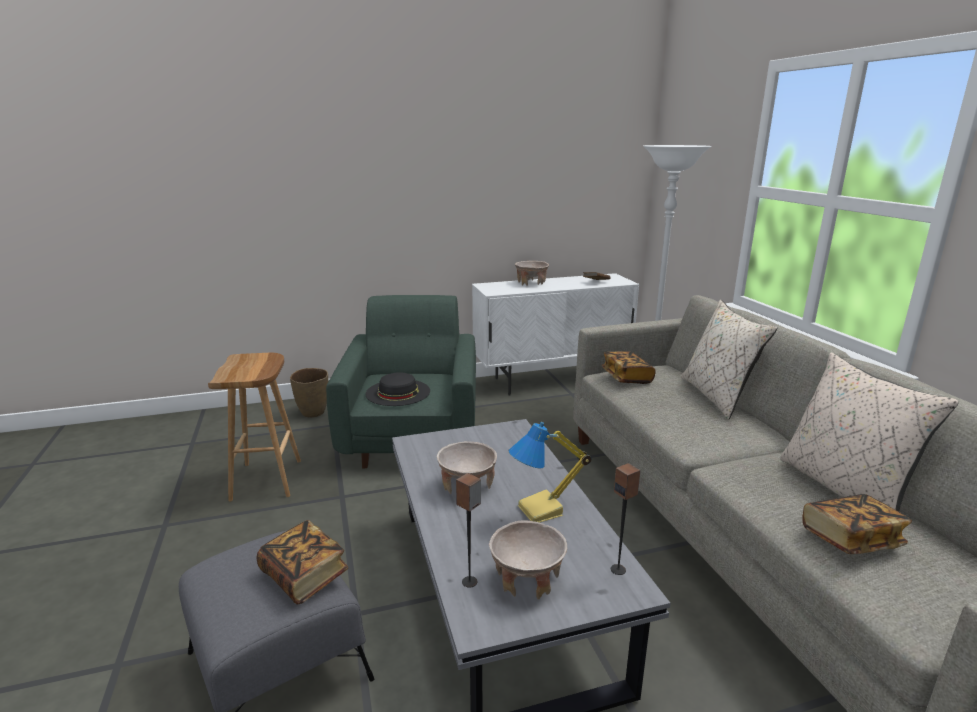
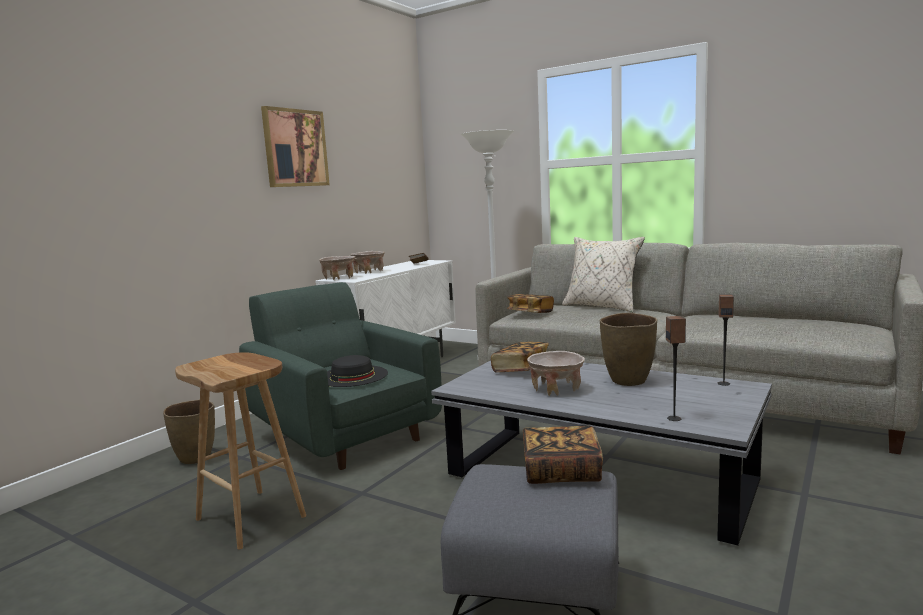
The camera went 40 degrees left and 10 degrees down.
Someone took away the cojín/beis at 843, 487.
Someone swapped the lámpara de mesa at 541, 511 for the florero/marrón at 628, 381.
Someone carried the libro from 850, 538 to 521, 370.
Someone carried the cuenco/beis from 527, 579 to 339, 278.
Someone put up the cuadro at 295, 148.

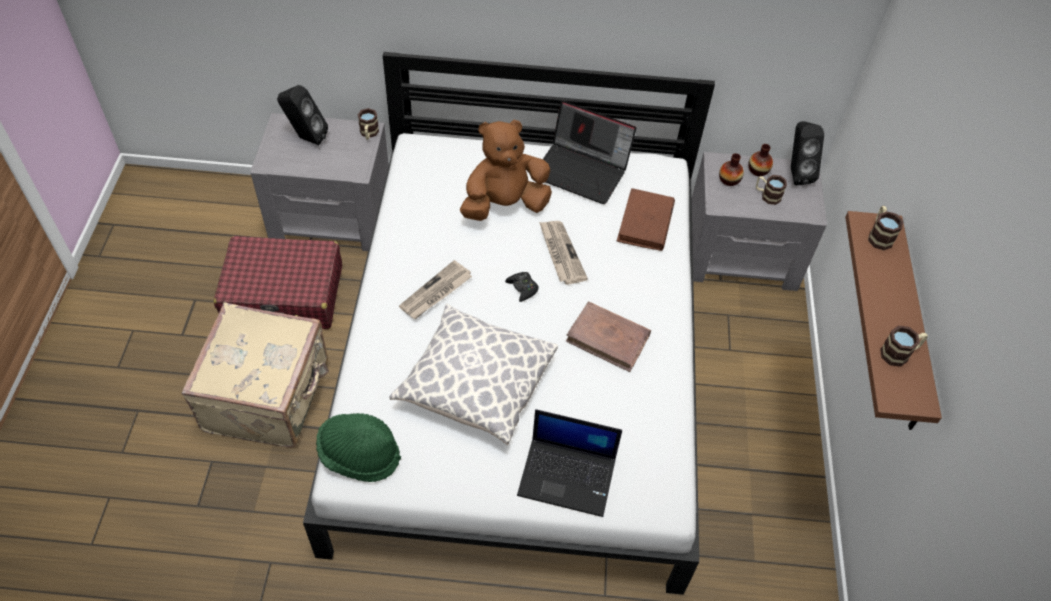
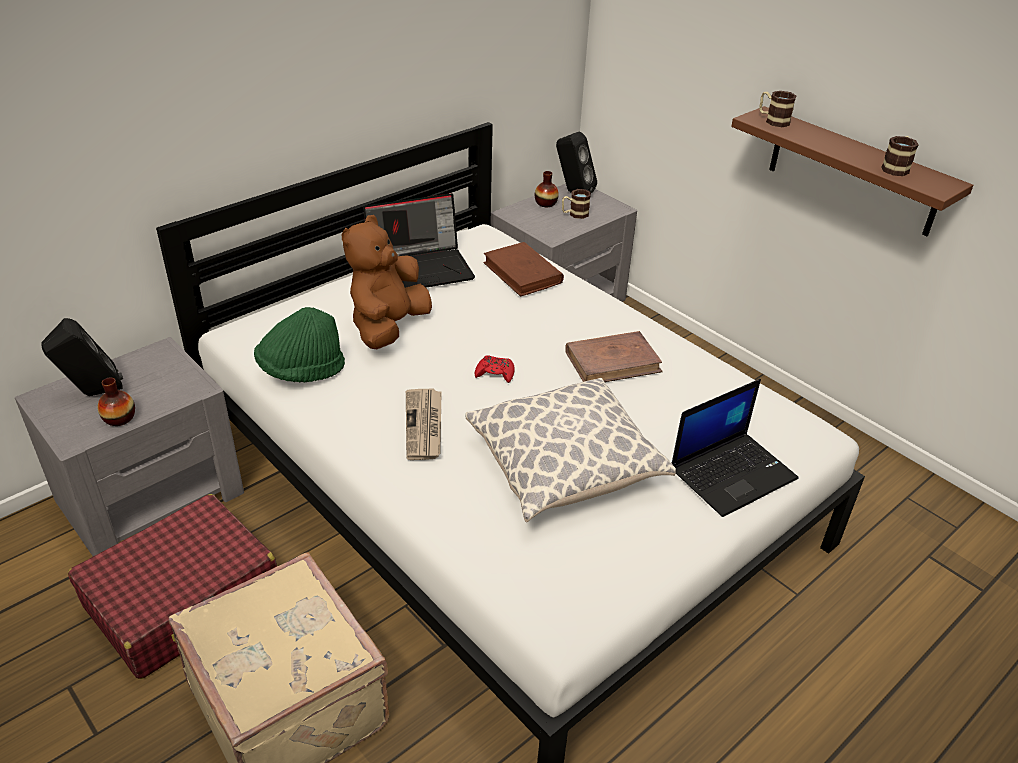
The camera went 45 degrees left and 15 degrees down.
Someone took away the taza grande at 369, 134.
Someone carried the florero from 729, 180 to 119, 418.
Someone took away the periódico at 561, 253.
Someone repainted the mando de consola/negro at 522, 288, which became the mando de consola/rojo at 495, 373.
Someone carried the sombrero/verde from 359, 455 to 301, 371.

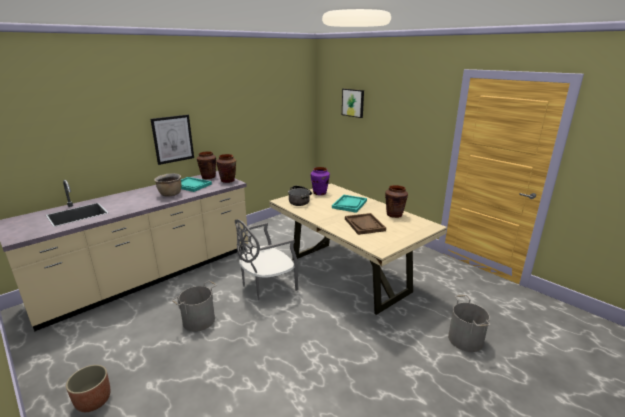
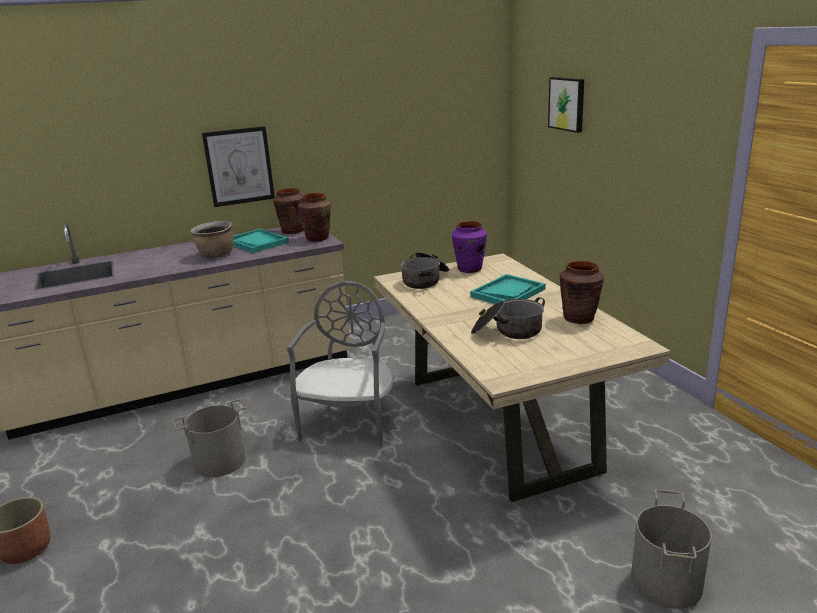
The camera went 20 degrees right and 0 degrees up.
Someone swapped the bandeja/marrón at 364, 225 for the olla at 507, 331.
Someone rotated the silla/gris at 266, 286 by 120 degrees clockwise.

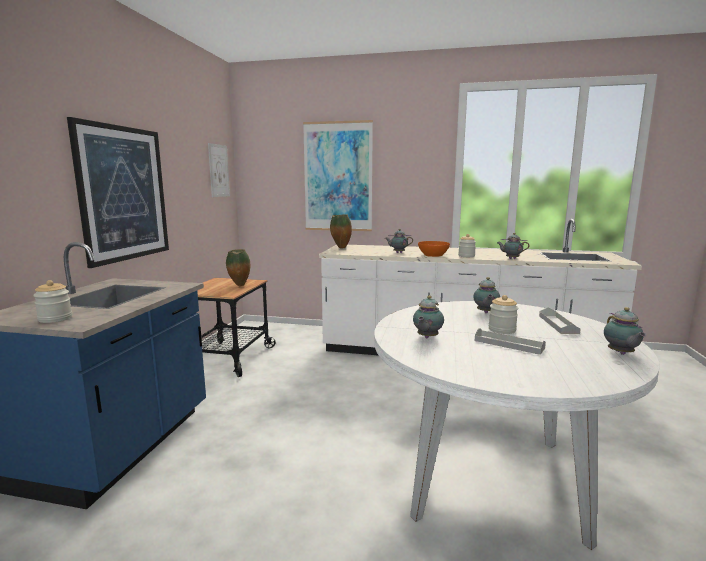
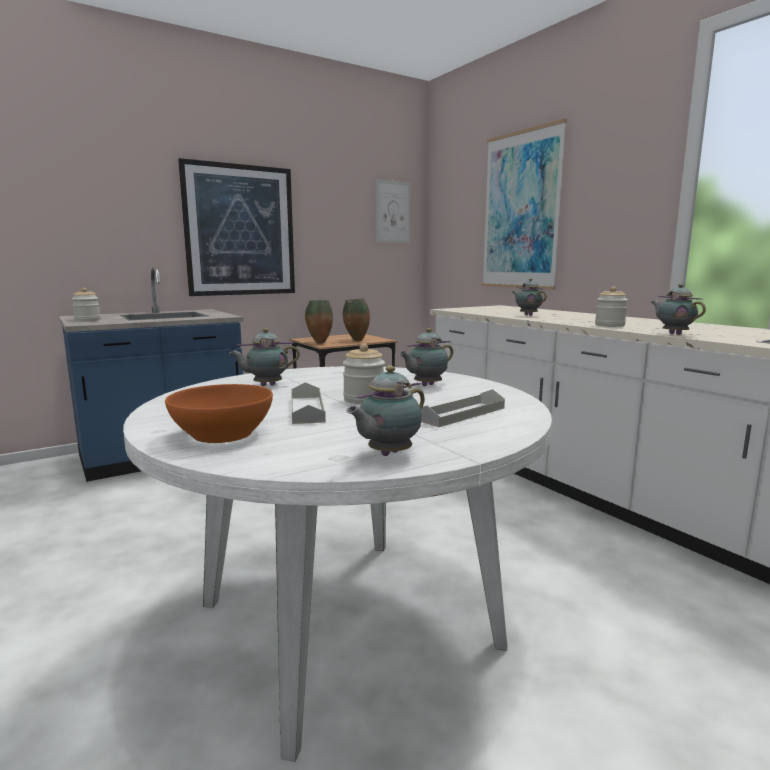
The camera went 45 degrees right and 0 degrees up.
Someone carried the florero from 340, 248 to 319, 343.
Someone carried the cuenco/naranja from 433, 255 to 222, 434.

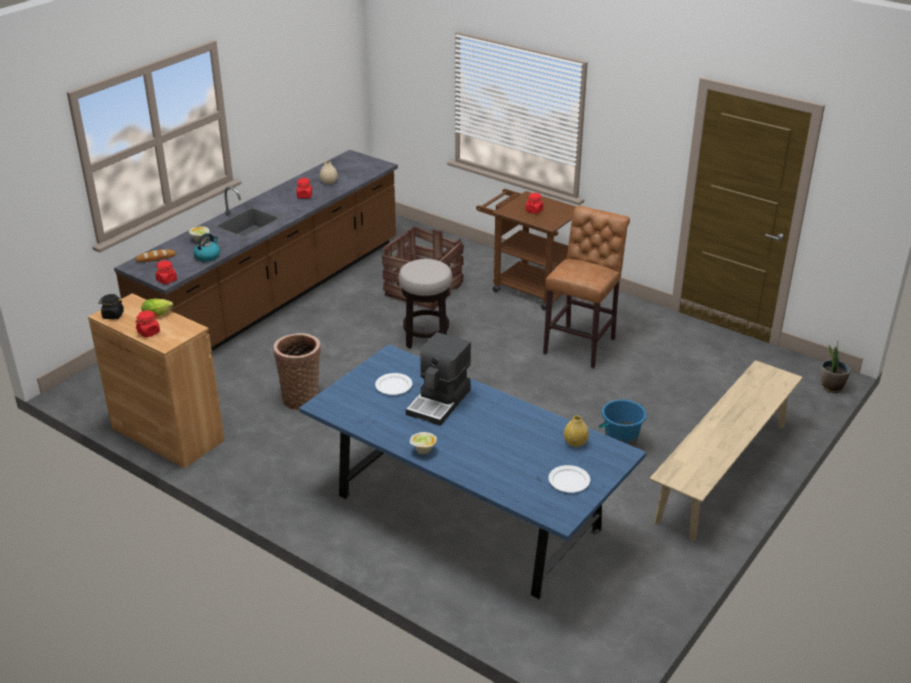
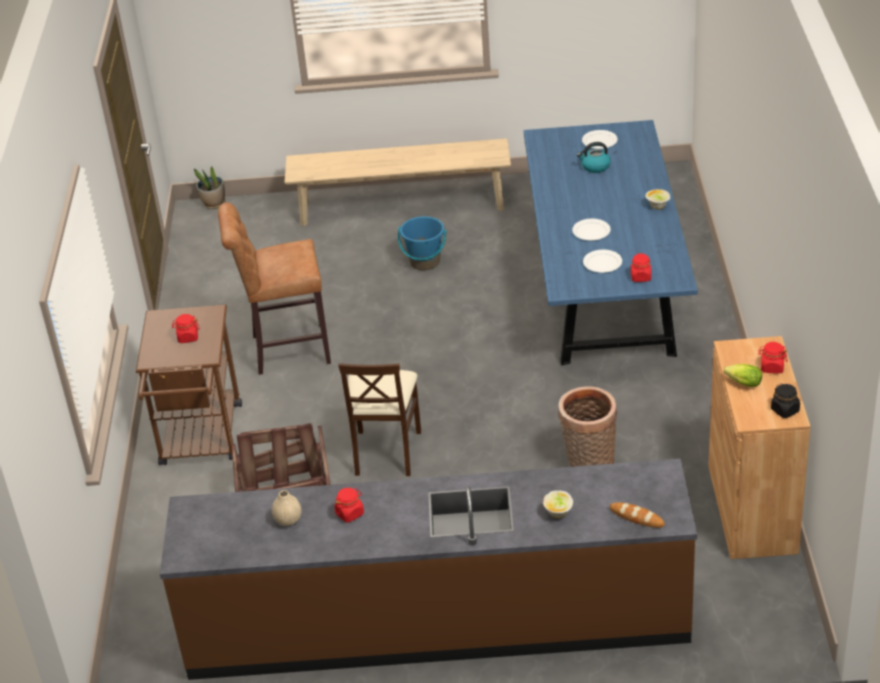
The camera went 125 degrees left and 5 degrees up.
Someone carried the hervidor from 207, 256 to 595, 167.
Someone swapped the taburete at 426, 337 for the silla/beis at 386, 452.
Someone carried the tarro/rojo from 166, 280 to 641, 277.
Someone swapped the cafetera at 440, 402 for the plato/blanco at 591, 231.
Someone took away the florero/amarillo at 575, 442.

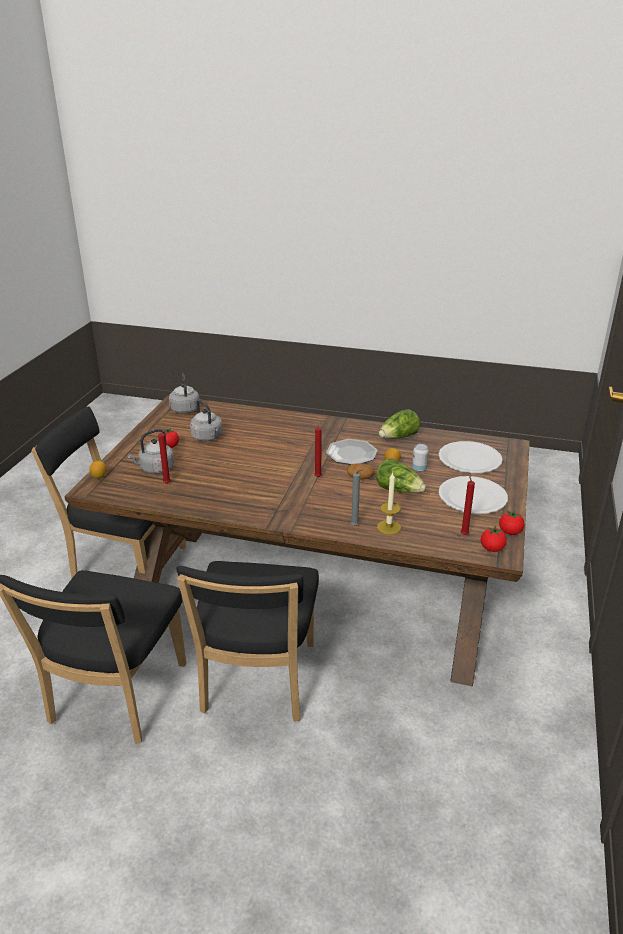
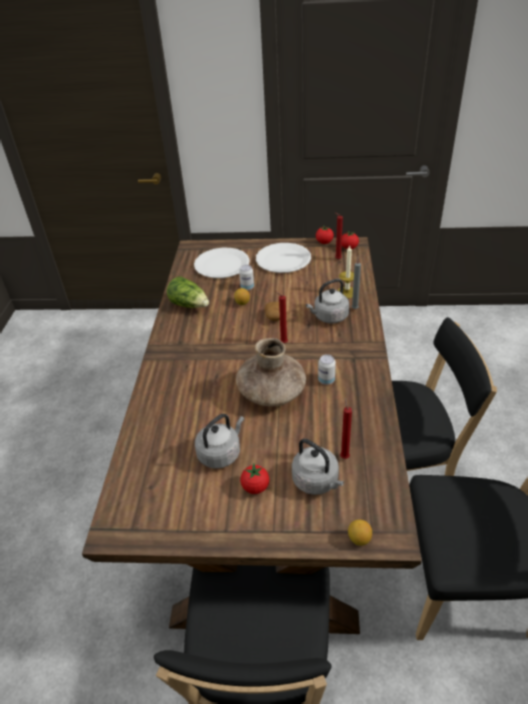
The camera went 100 degrees left and 10 degrees up.
Someone carried the hervidor/gris from 185, 408 to 329, 317.
Someone took away the plato at 351, 453.
Someone took away the lechuga at 399, 490.
Someone put down the florero/marrón at 272, 392.
Someone put down the lata at 326, 380.

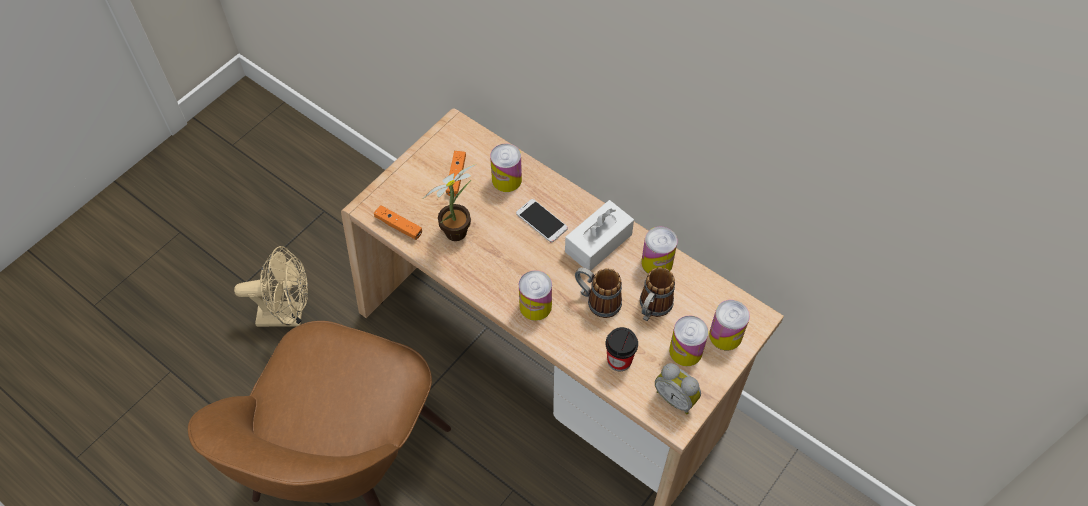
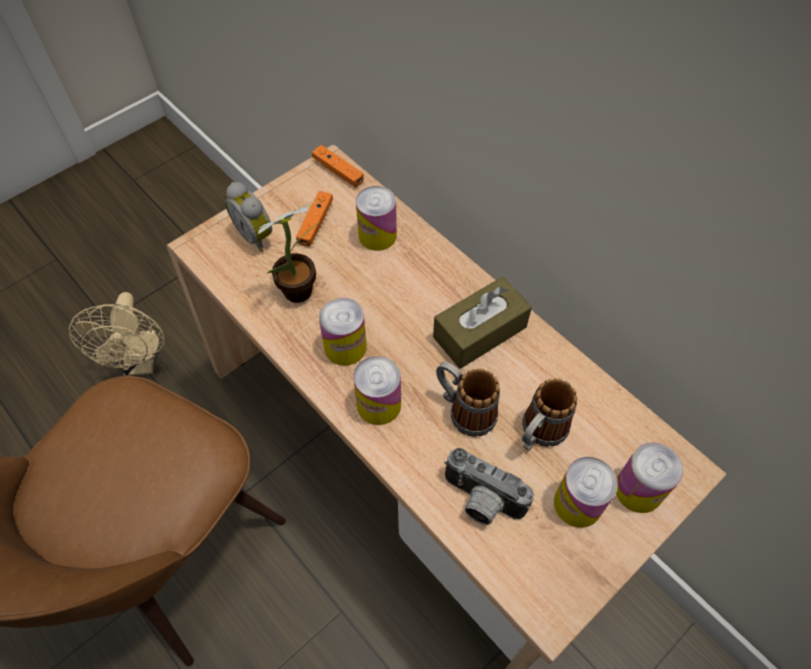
The camera went 10 degrees right and 0 degrees up.
Someone took away the móvil at 541, 221.
Someone repainted the caja de pañuelos/blanco at 598, 243, which became the caja de pañuelos/marrón at 480, 332.
Someone carried the mando de consola/naranja from 398, 226 to 338, 171.
Someone carried the lata from 657, 262 to 345, 347.
Someone rotated the ventilador/beis at 288, 315 by 75 degrees clockwise.
Someone swapped the taza at 619, 360 for the cámara at 480, 501.
Someone carried the despertador from 676, 398 to 257, 236.

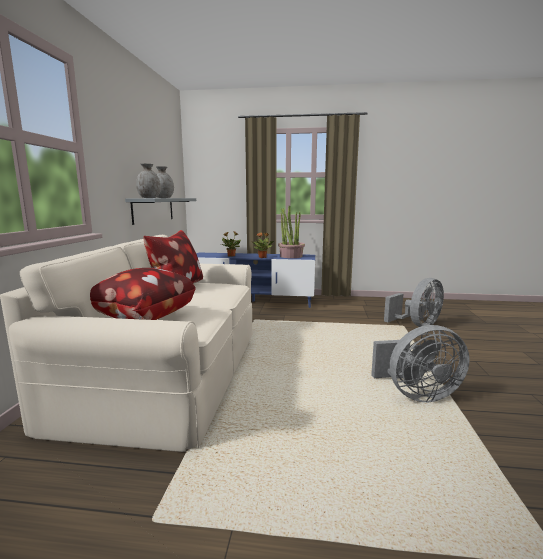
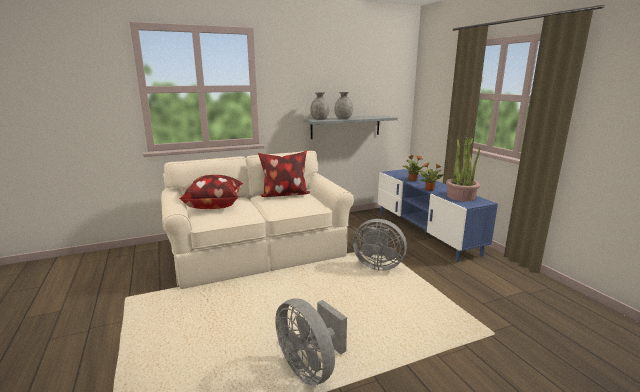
The camera went 60 degrees right and 5 degrees up.
Someone carried the ventilador/gris from 417, 325 to 377, 265.

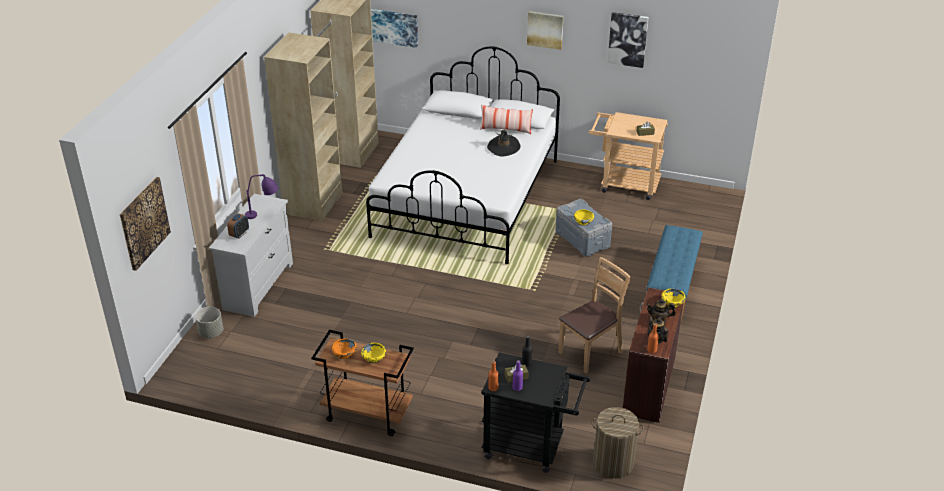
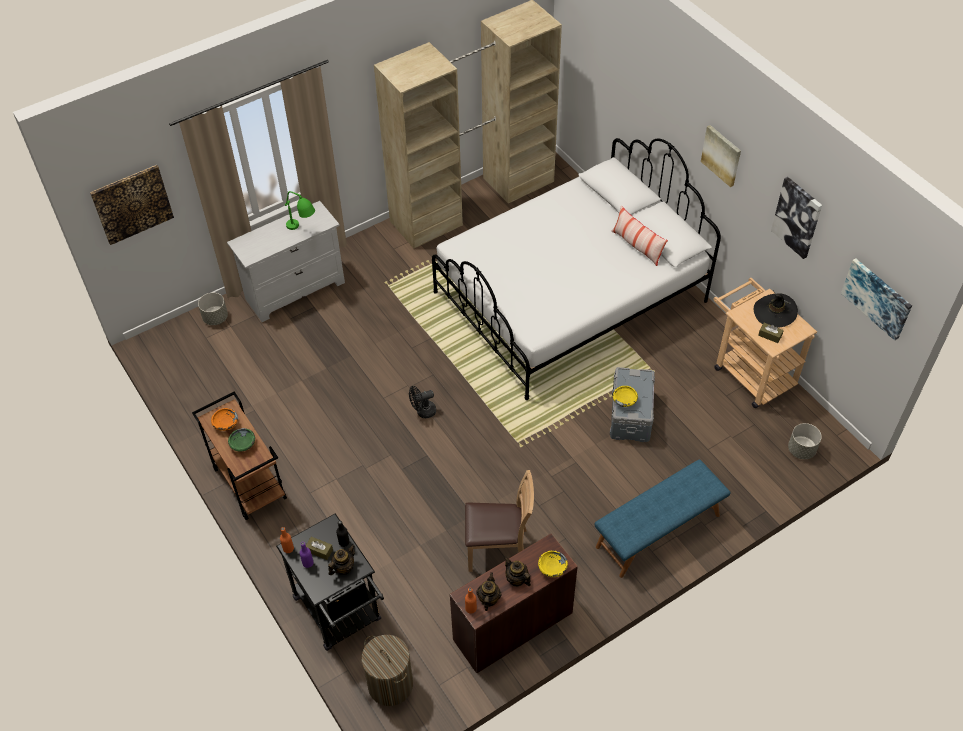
The camera went 40 degrees right and 15 degrees up.
Someone carried the cuadro from 393, 27 to 877, 298.
Someone carried the sombrero/negro from 503, 147 to 774, 312.
Someone repainted the lámpara de mesa/morado at 264, 215, which became the lámpara de mesa/verde at 303, 231.
Someone took away the despertador at 239, 234.
Someone repainted the cuenco/amarillo at 374, 358, which became the cuenco/verde at 243, 445.
Someone put down the ventilador/negro at 423, 412.
Someone put down the maceta/gris at 801, 450.
Someone put down the tetera at 343, 568.

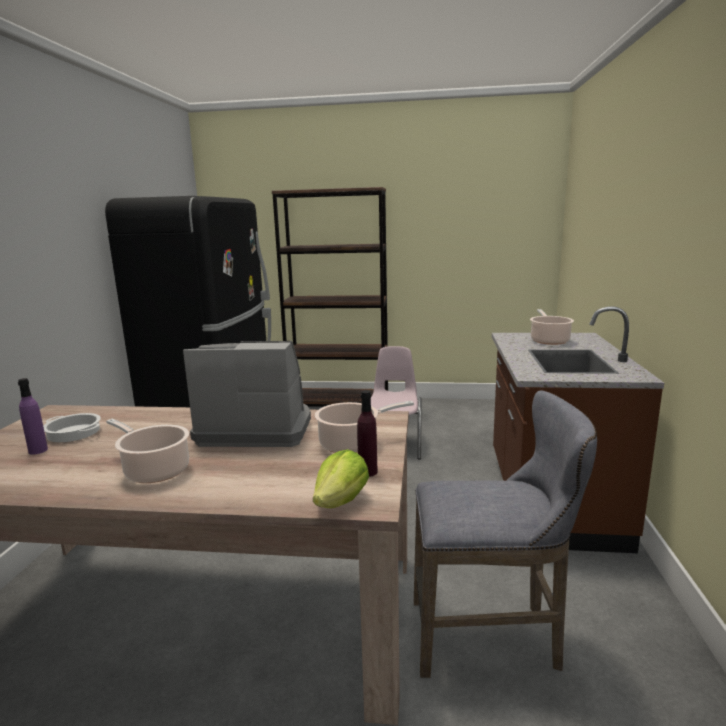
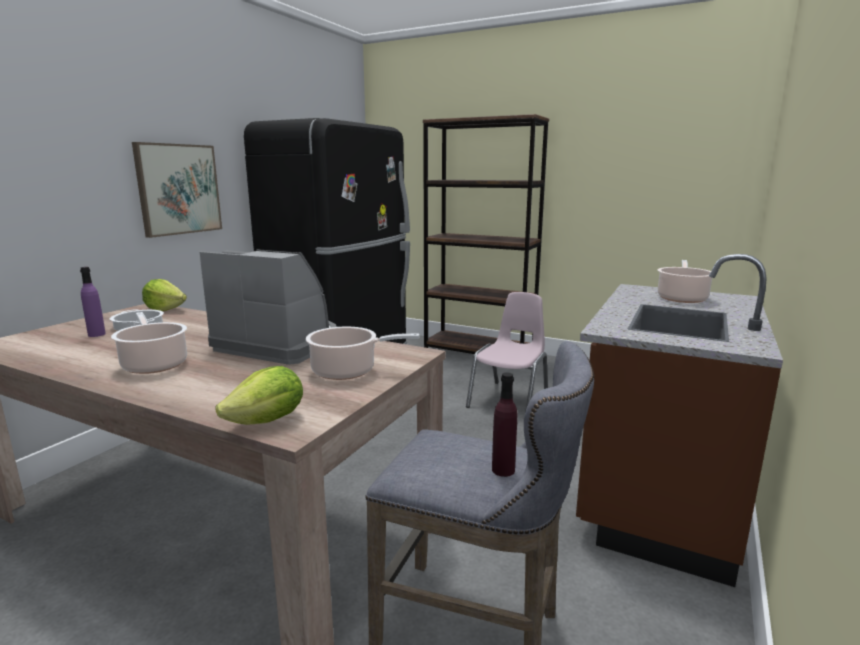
The camera went 20 degrees right and 0 degrees up.
Someone carried the botella/morado from 368, 472 to 503, 470.
Someone put up the cuadro at 178, 189.
Someone put down the lechuga at 165, 309.

